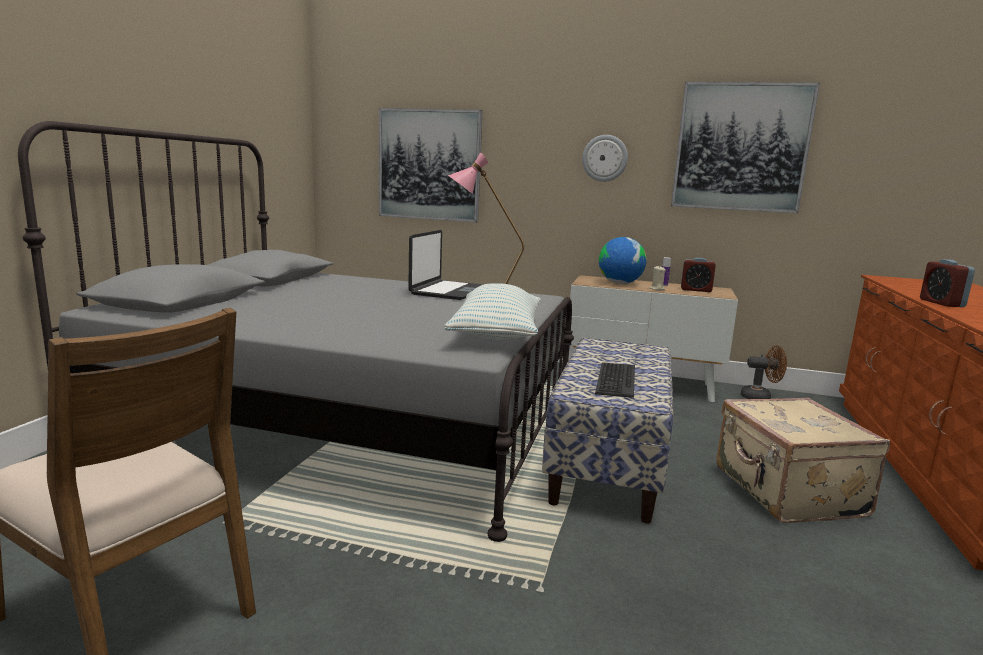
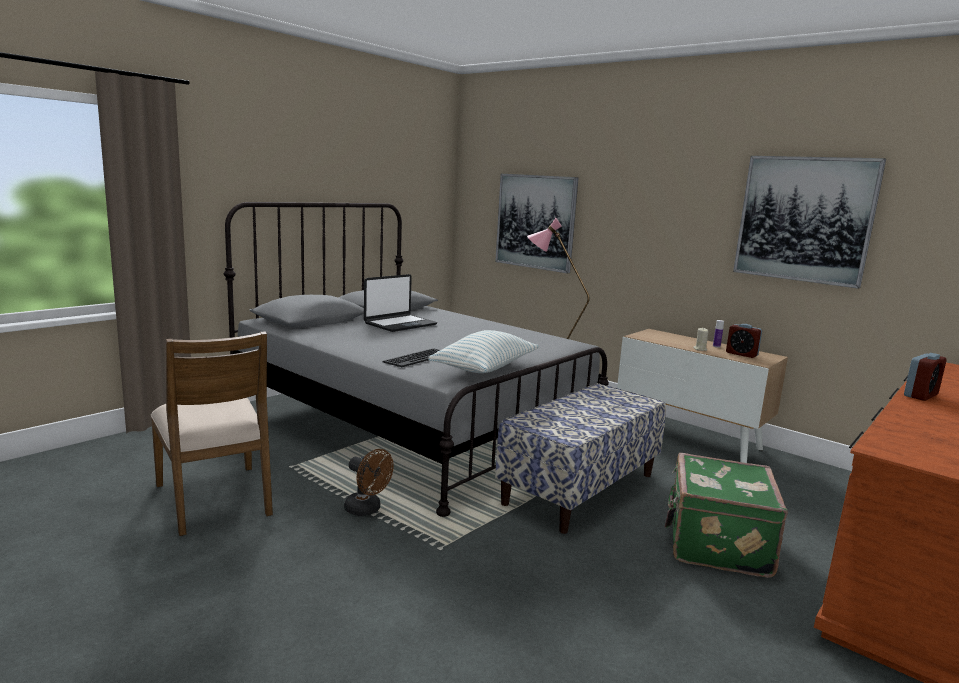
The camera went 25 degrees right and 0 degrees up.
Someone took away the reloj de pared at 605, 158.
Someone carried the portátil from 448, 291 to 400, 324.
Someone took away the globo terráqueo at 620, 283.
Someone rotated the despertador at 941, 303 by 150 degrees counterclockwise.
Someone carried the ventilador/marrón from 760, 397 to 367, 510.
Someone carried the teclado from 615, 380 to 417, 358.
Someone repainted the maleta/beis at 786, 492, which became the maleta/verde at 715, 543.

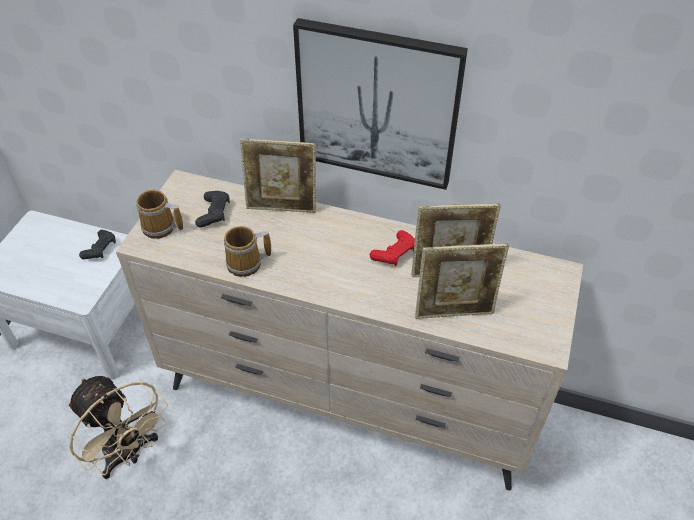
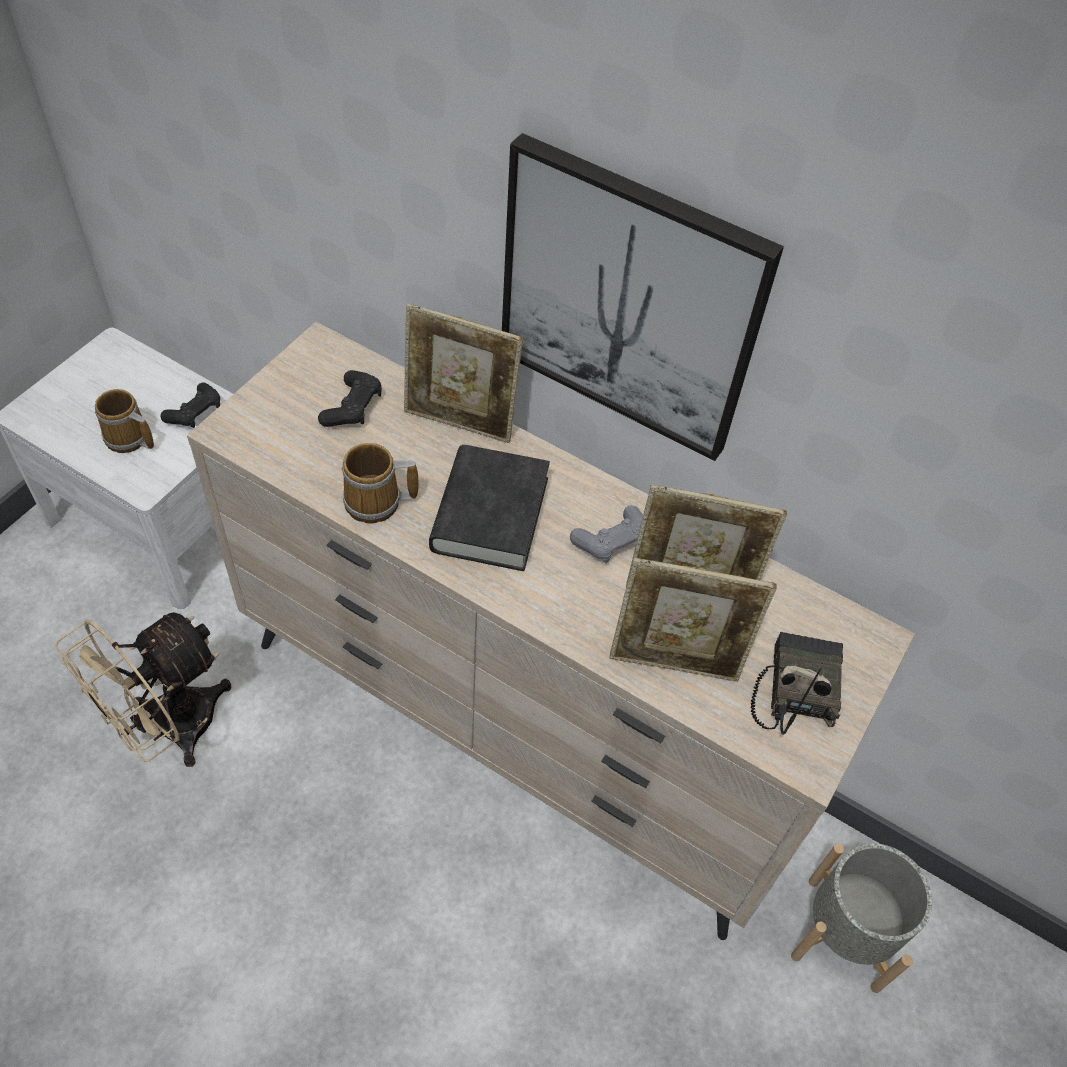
The camera went 10 degrees right and 5 degrees up.
Someone carried the taza grande from 160, 228 to 128, 439.
Someone repainted the mando de consola/rojo at 394, 253, which became the mando de consola/gris at 612, 541.
Someone rotated the ventilador/beis at 128, 454 by 75 degrees clockwise.
Someone put down the libro/negro at 490, 514.
Someone put down the radio at 794, 688.
Someone put down the maceta/gris at 843, 932.

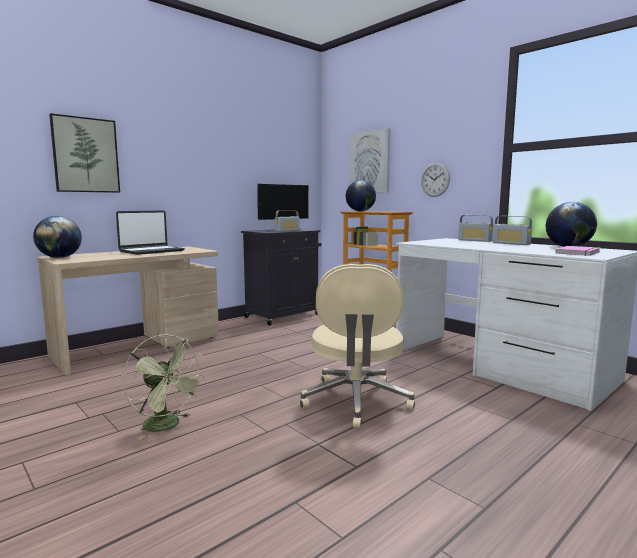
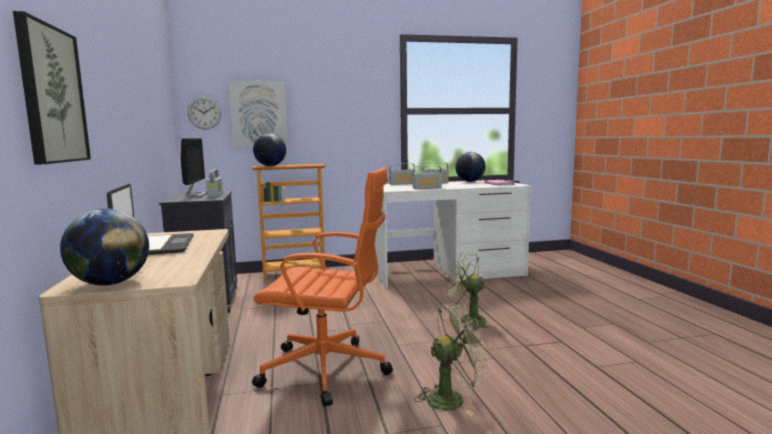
The camera went 60 degrees left and 0 degrees up.
Someone carried the reloj de pared from 435, 179 to 204, 113.
Someone swapped the silla de oficina/beis at 356, 401 for the ventilador/verde at 467, 320.
Someone put down the radio at 427, 188.
Someone put down the silla de oficina/naranja at 329, 370.

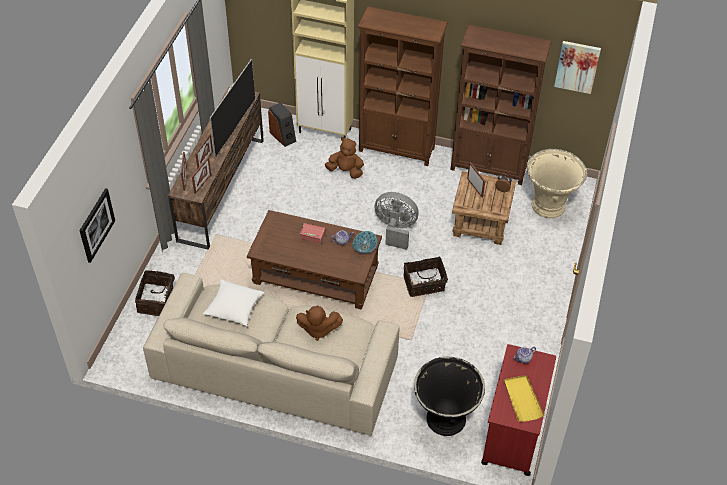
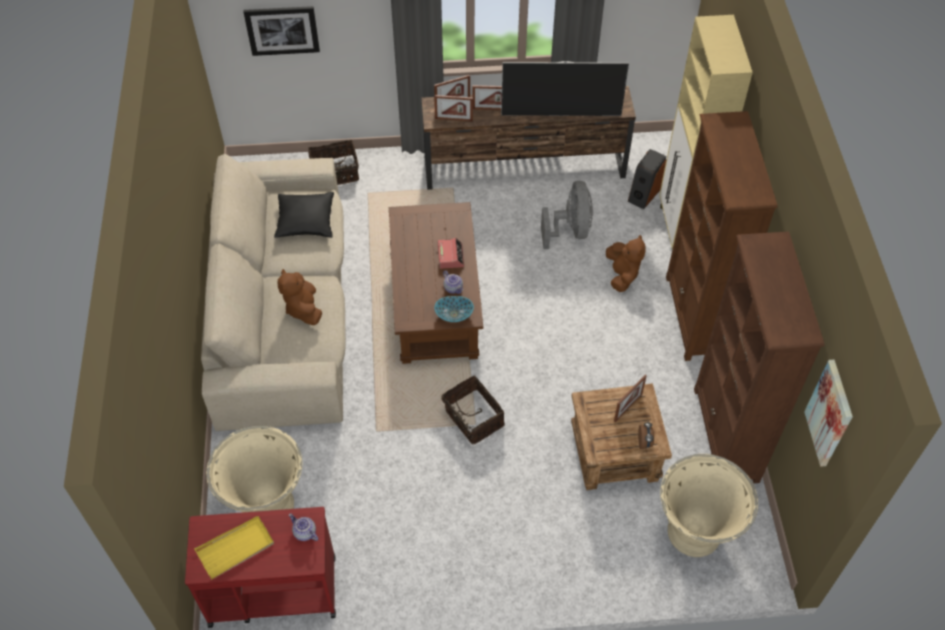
The camera went 70 degrees right and 5 degrees up.
Someone carried the ventilador/gris from 395, 229 to 570, 230.
Someone repainted the cojín/blanco at 234, 308, which became the cojín/negro at 305, 221.
Someone repainted the maceta/negro at 444, 419, which became the maceta/beis at 267, 504.

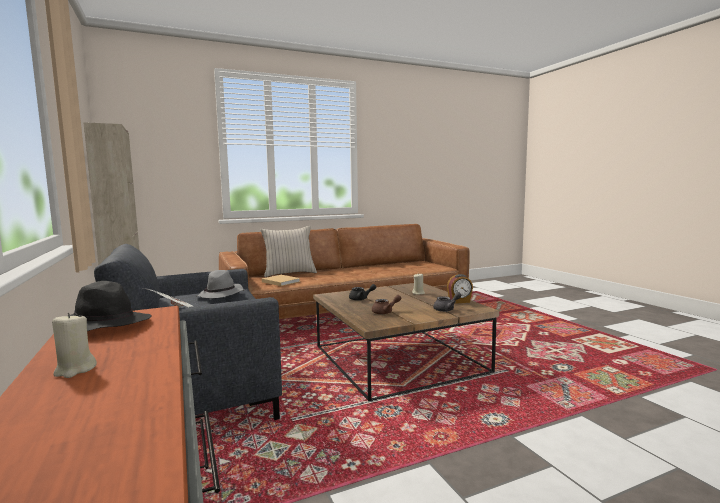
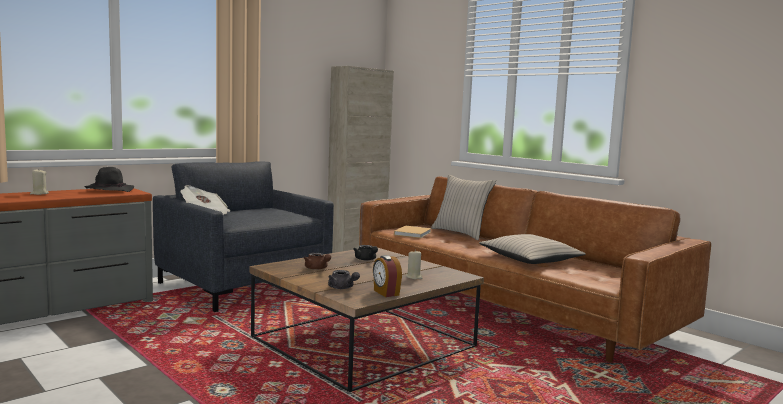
The camera went 70 degrees right and 0 degrees up.
Someone took away the sombrero/gris at 221, 295.
Someone put down the cojín/beis at 530, 259.

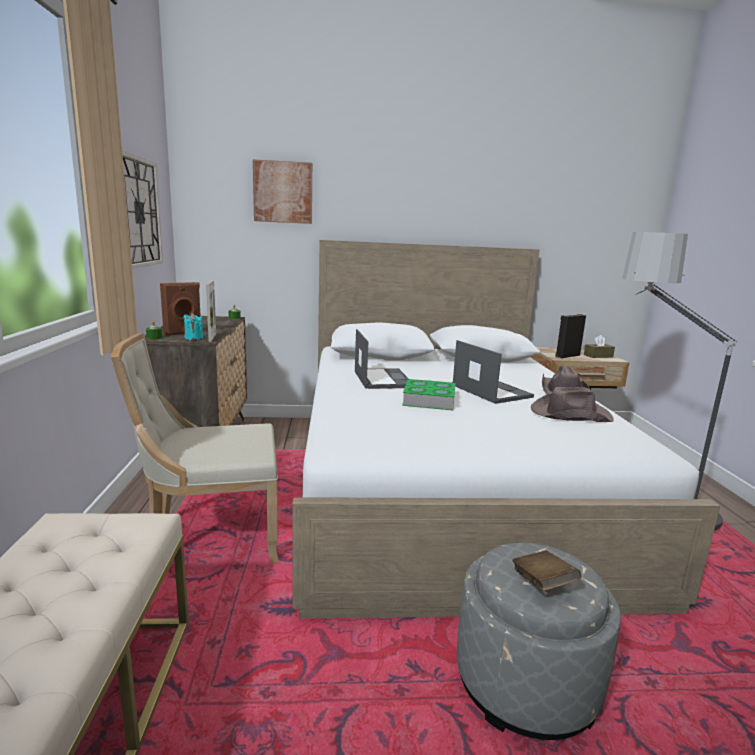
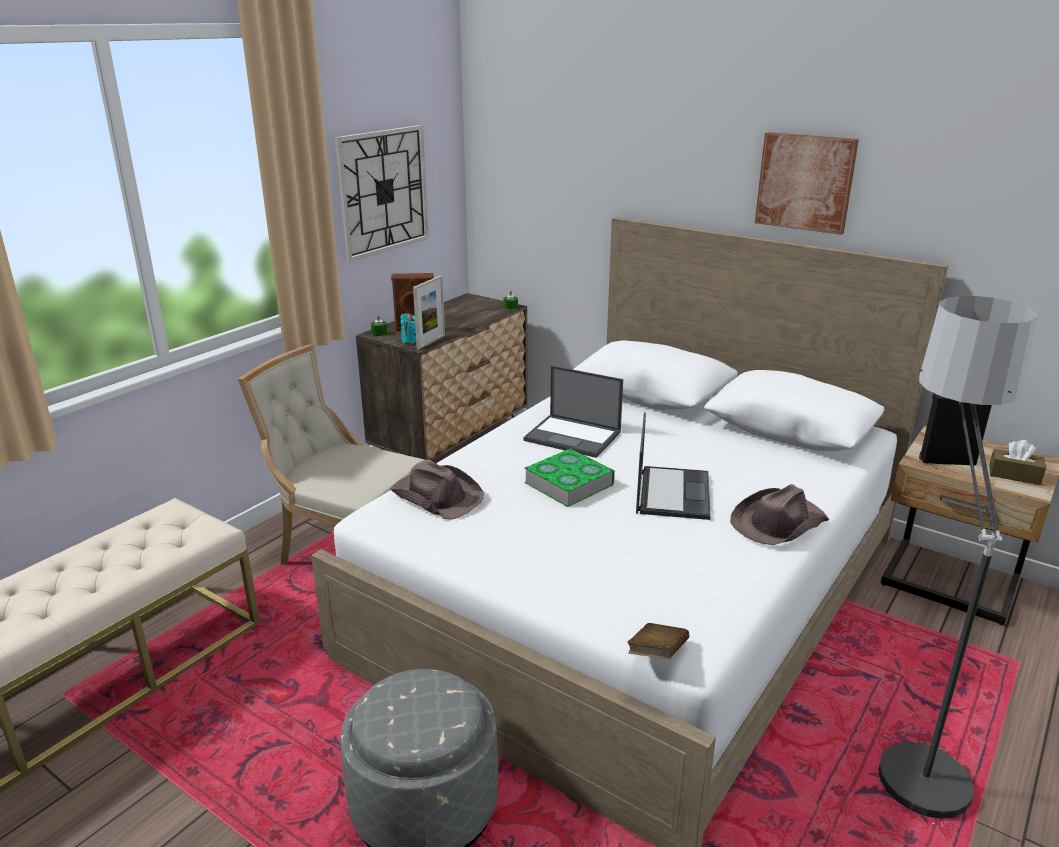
The camera went 40 degrees right and 10 degrees up.
Someone carried the cuadro from 283, 192 to 805, 182.
Someone rotated the portátil at 382, 379 by 90 degrees clockwise.
Someone carried the sombrero/marrón from 569, 414 to 436, 496.
Someone carried the libro/marrón from 542, 583 to 657, 654.

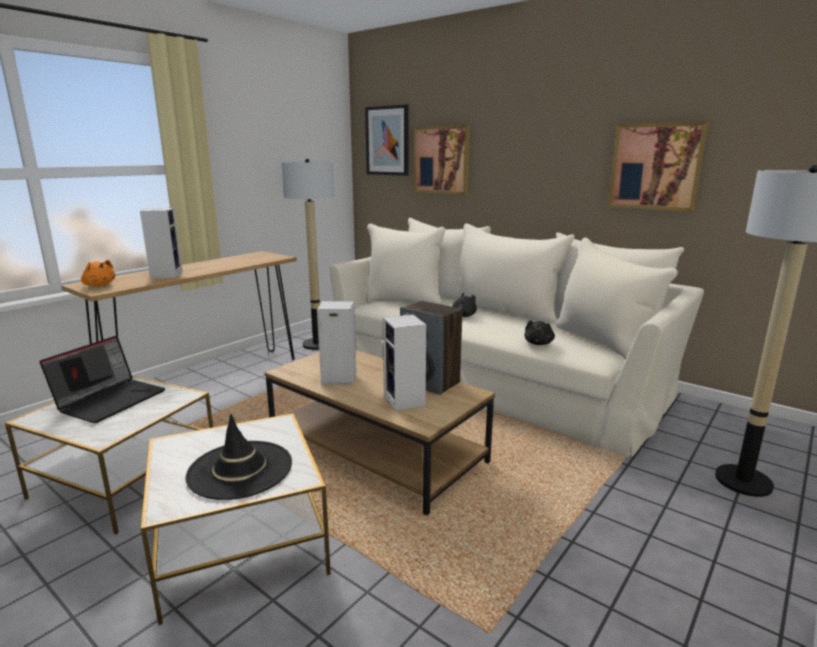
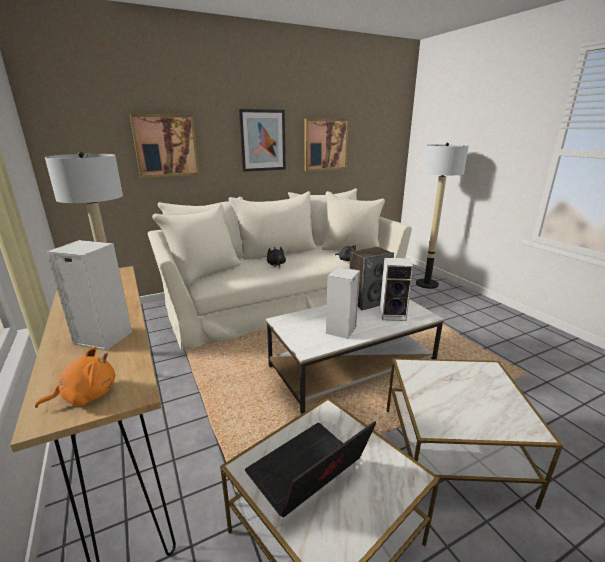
The camera went 65 degrees left and 5 degrees up.
Someone carried the cuadro from 387, 141 to 262, 140.
Someone rotated the portátil at 111, 400 by 90 degrees counterclockwise.
Someone repainted the mesa de centro/marrón at 376, 449, which became the mesa de centro/blanco at 351, 366.
Someone took away the sombrero/negro at 240, 470.

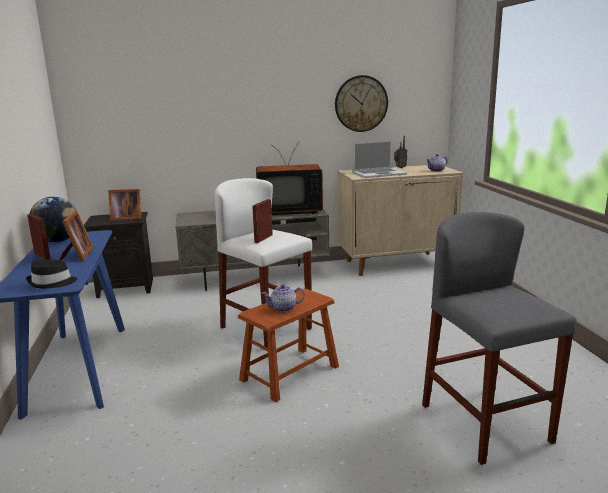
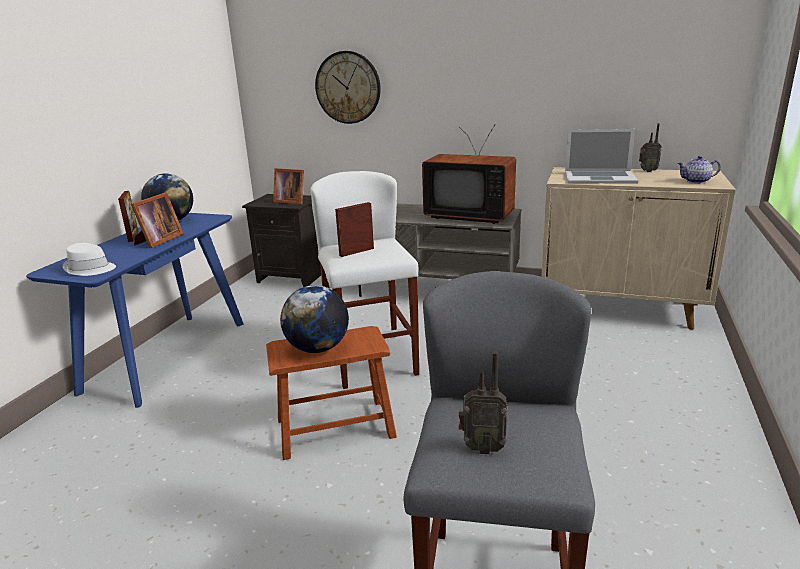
The camera went 30 degrees right and 5 degrees up.
Someone carried the reloj de pared from 361, 103 to 348, 87.
Someone repainted the sombrero/negro at 52, 282, which became the sombrero/blanco at 90, 269.
Someone swapped the tetera at 284, 308 for the globo terráqueo at 318, 348.
Someone put down the radio at 482, 447.

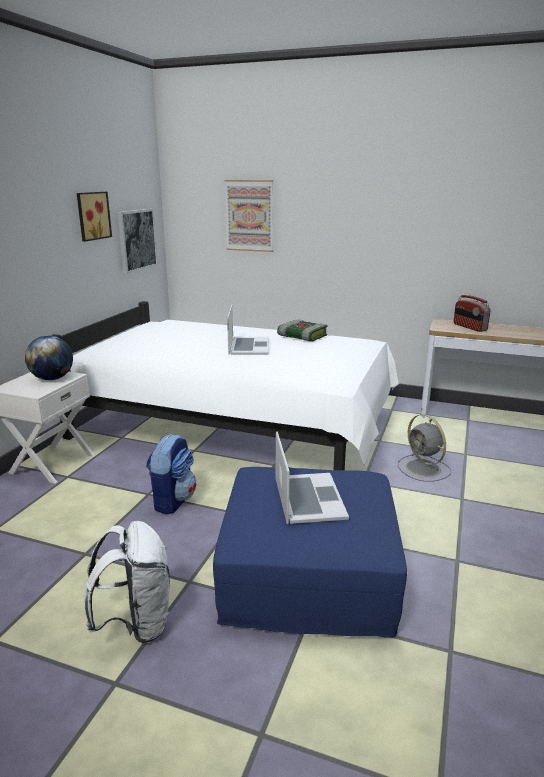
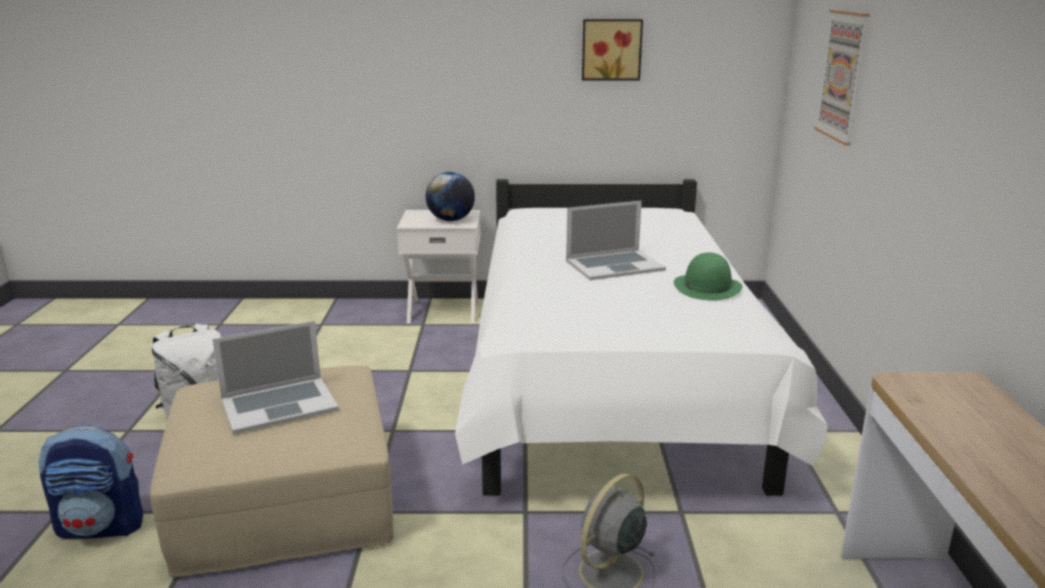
The camera went 70 degrees right and 0 degrees up.
Someone took away the cuadro at 137, 240.
Someone took away the radio at 469, 327.
Someone swapped the libro at 301, 336 for the sombrero/verde at 707, 287.
Someone carried the mochila from 173, 500 to 102, 526.
Someone repainted the puf/azul at 307, 573, which became the puf/beis at 284, 498.

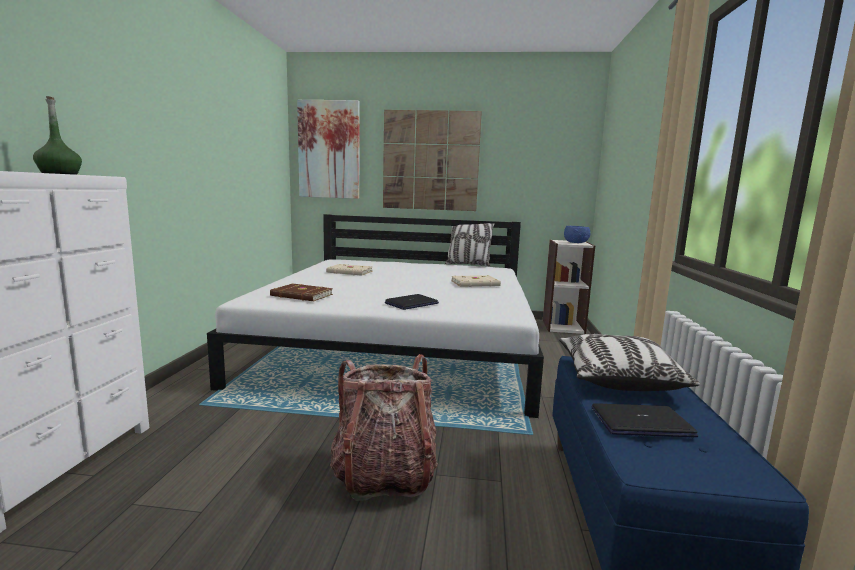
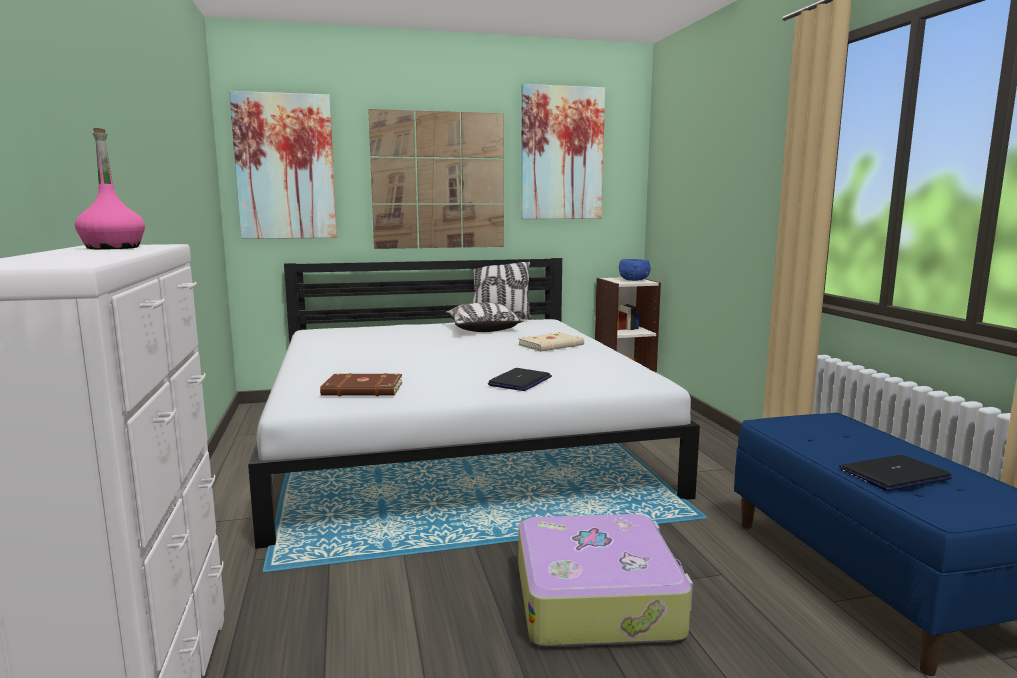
The camera went 20 degrees left and 0 degrees up.
Someone repainted the botella/verde at 60, 173, which became the botella/rosa at 113, 248.
Someone took away the libro/beis at 349, 272.
Someone carried the cojín from 617, 378 to 482, 329.
Someone swapped the mochila at 384, 474 for the maleta at 598, 599.
Someone put up the cuadro at 562, 153.

